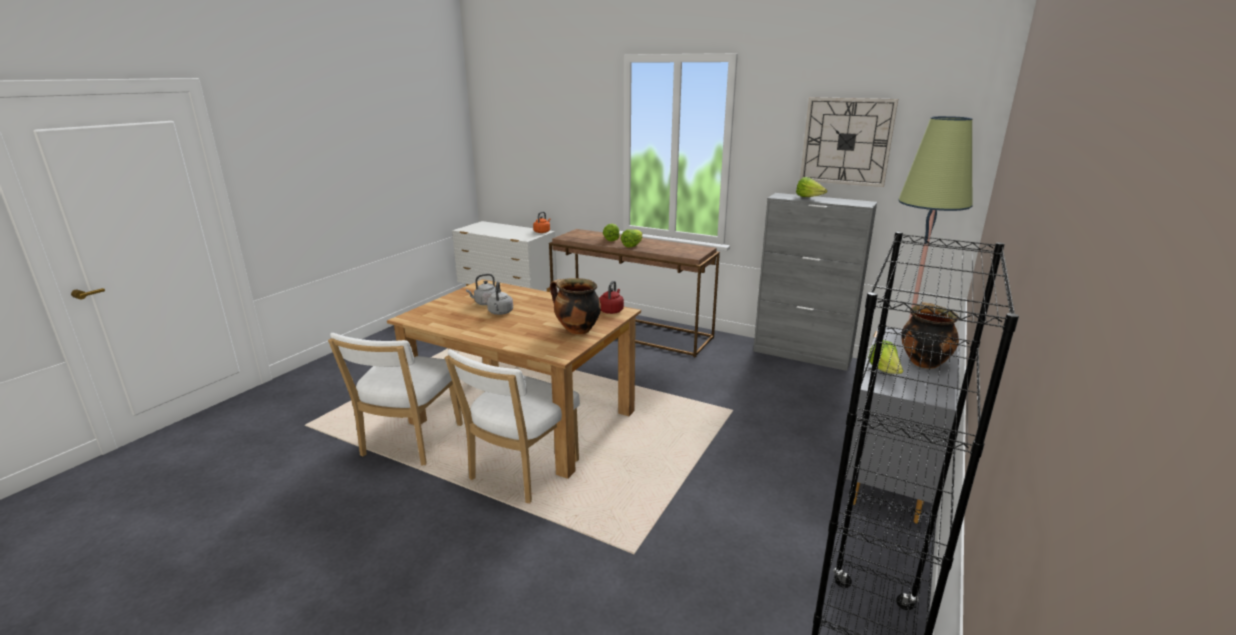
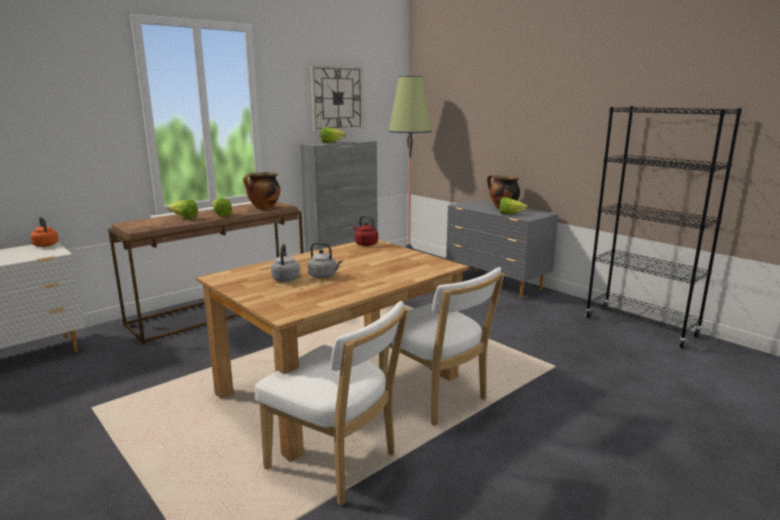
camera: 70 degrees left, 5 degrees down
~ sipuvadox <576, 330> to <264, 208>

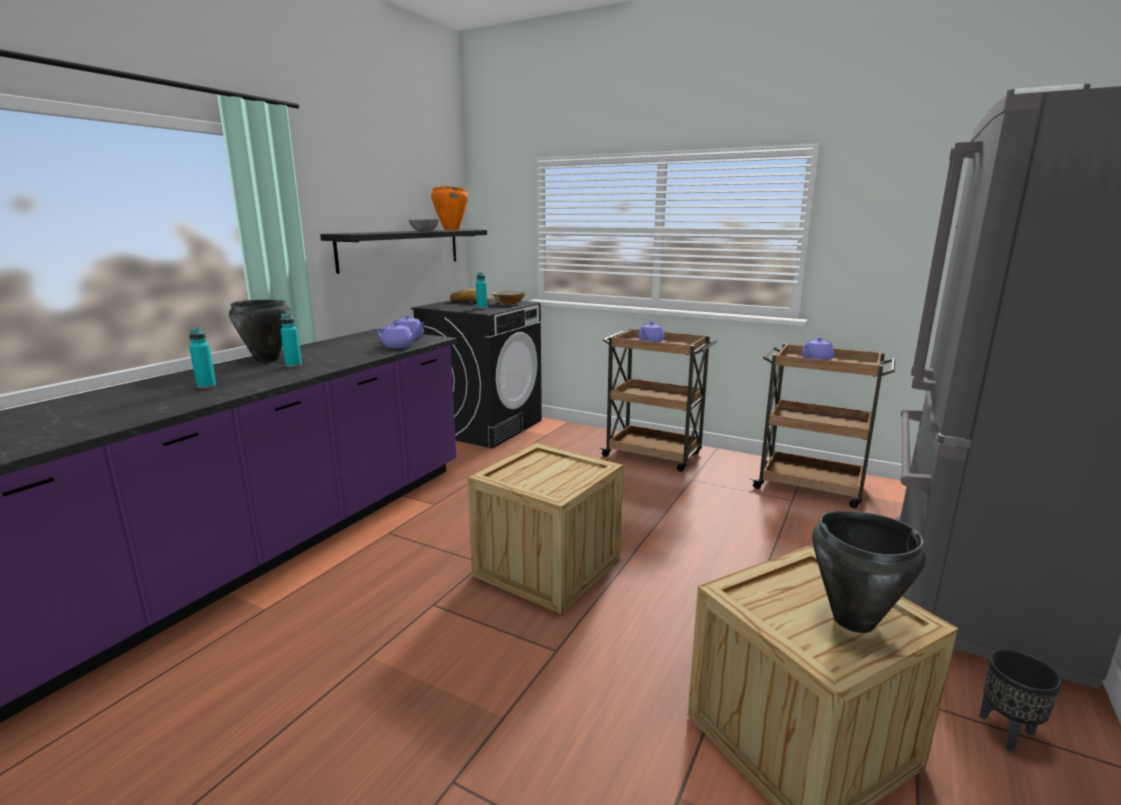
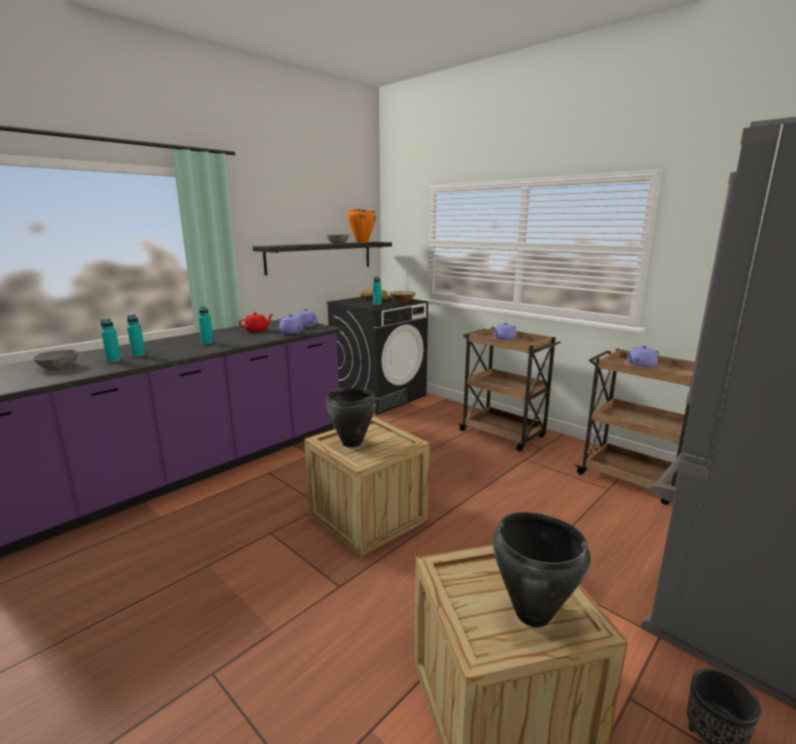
camera: 15 degrees right, 0 degrees up
~ black sipuvadox <267, 360> to <352, 443>
+ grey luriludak <59, 367>
+ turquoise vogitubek <114, 360>
+ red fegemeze <257, 330>

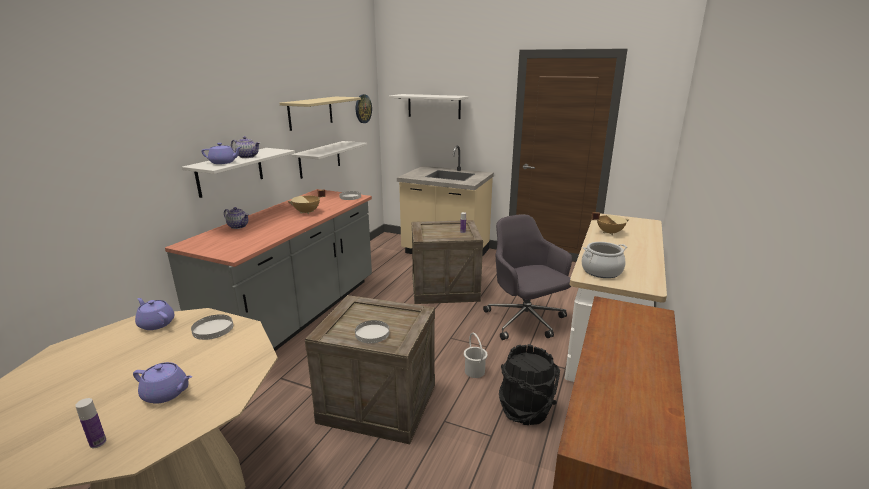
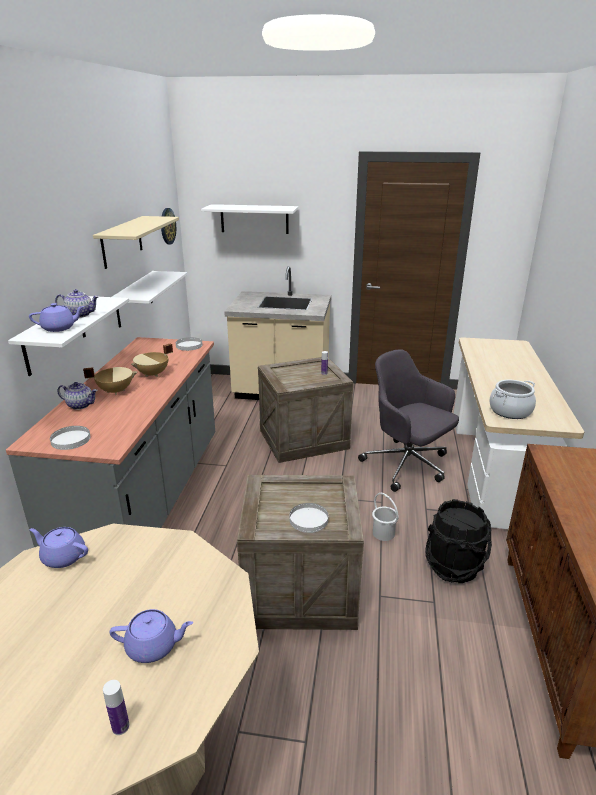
camera: 15 degrees left, 5 degrees up
~ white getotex <212, 329> to <70, 440>
~ beige sipuvadox <609, 232> to <115, 391>

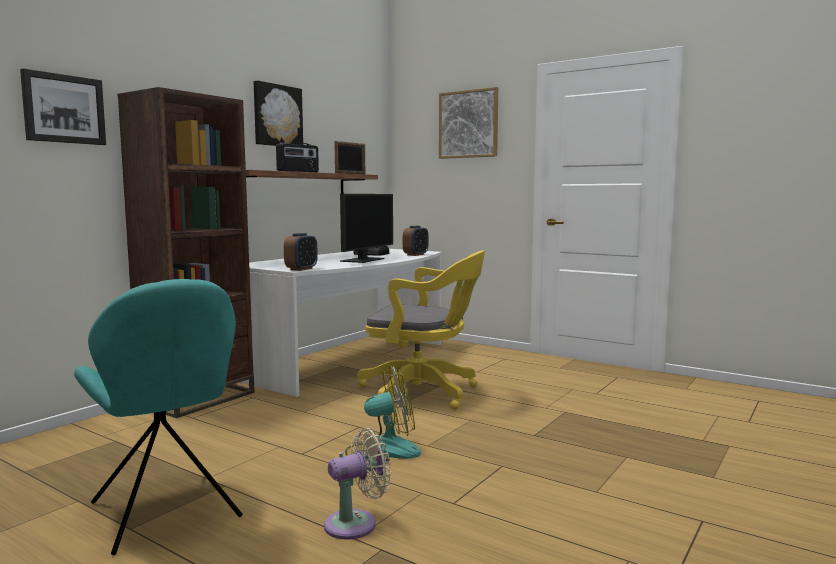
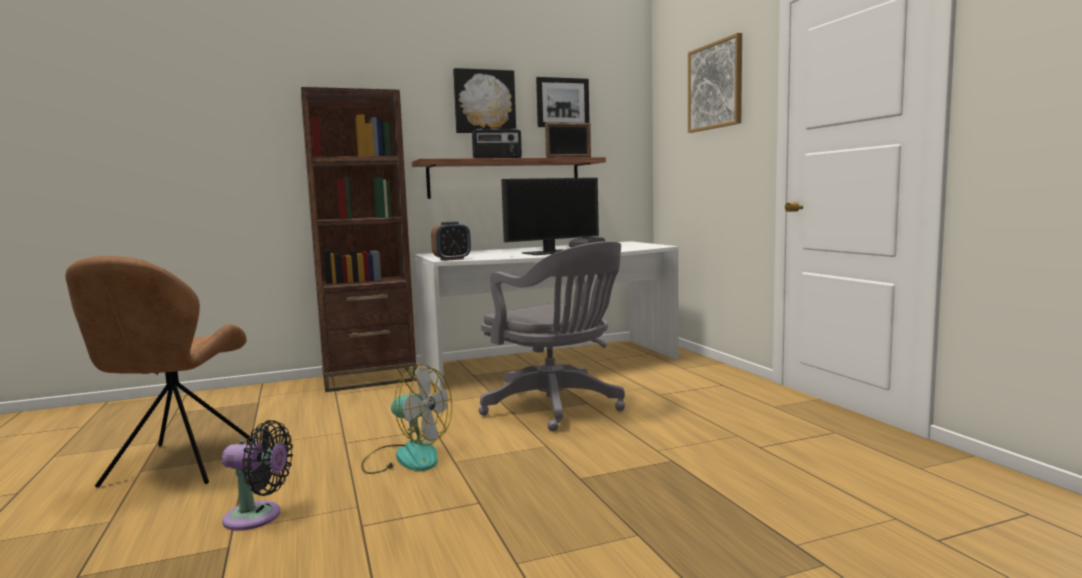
camera: 35 degrees right, 0 degrees up
~ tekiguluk <64, 109> to <562, 103>
~ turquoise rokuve <166, 512> to brown rokuve <178, 466>
~ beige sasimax <356, 523> to black sasimax <258, 517>
~ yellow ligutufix <424, 393> to grey ligutufix <557, 408>
- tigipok <415, 255>

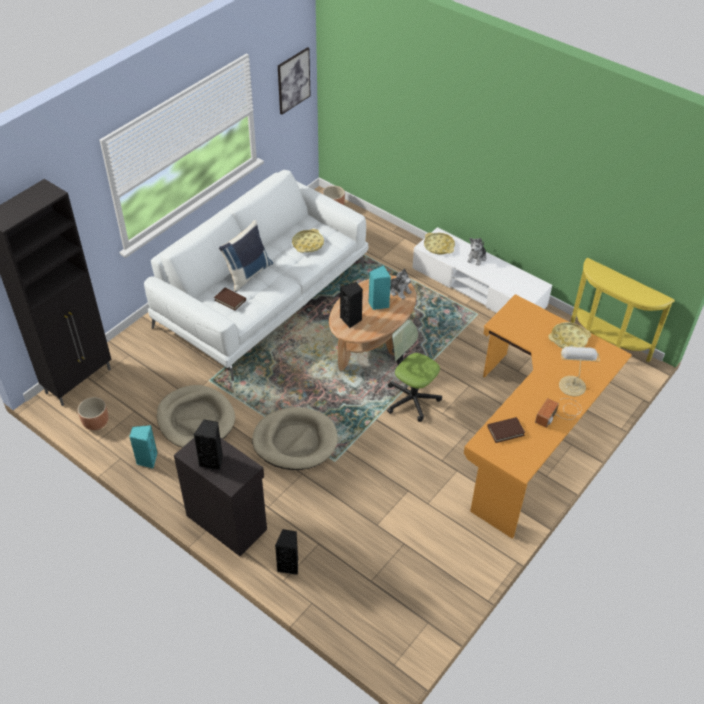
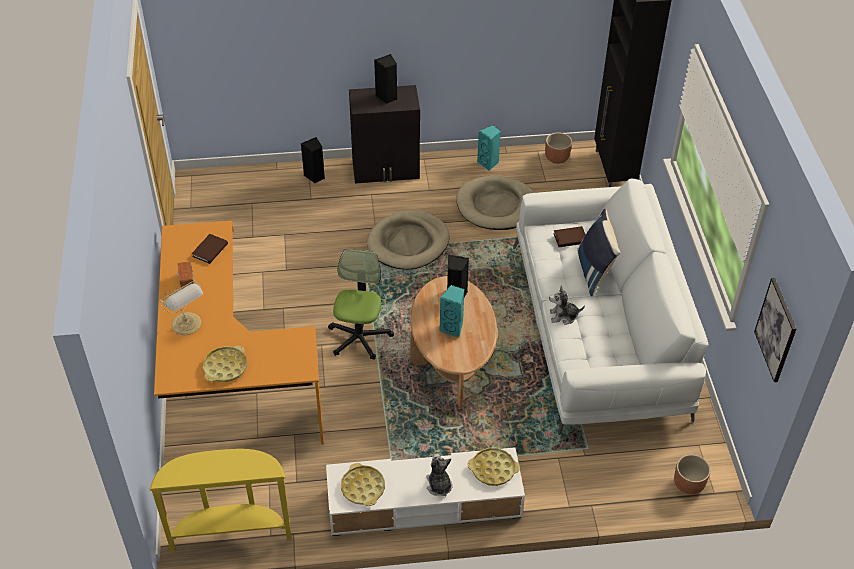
camera: 135 degrees right, 0 degrees up
~ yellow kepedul <308, 244> to <363, 487>
~ ligutufix <412, 399> = <359, 337> 75 degrees counterclockwise
~ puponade <399, 291> to <563, 316>

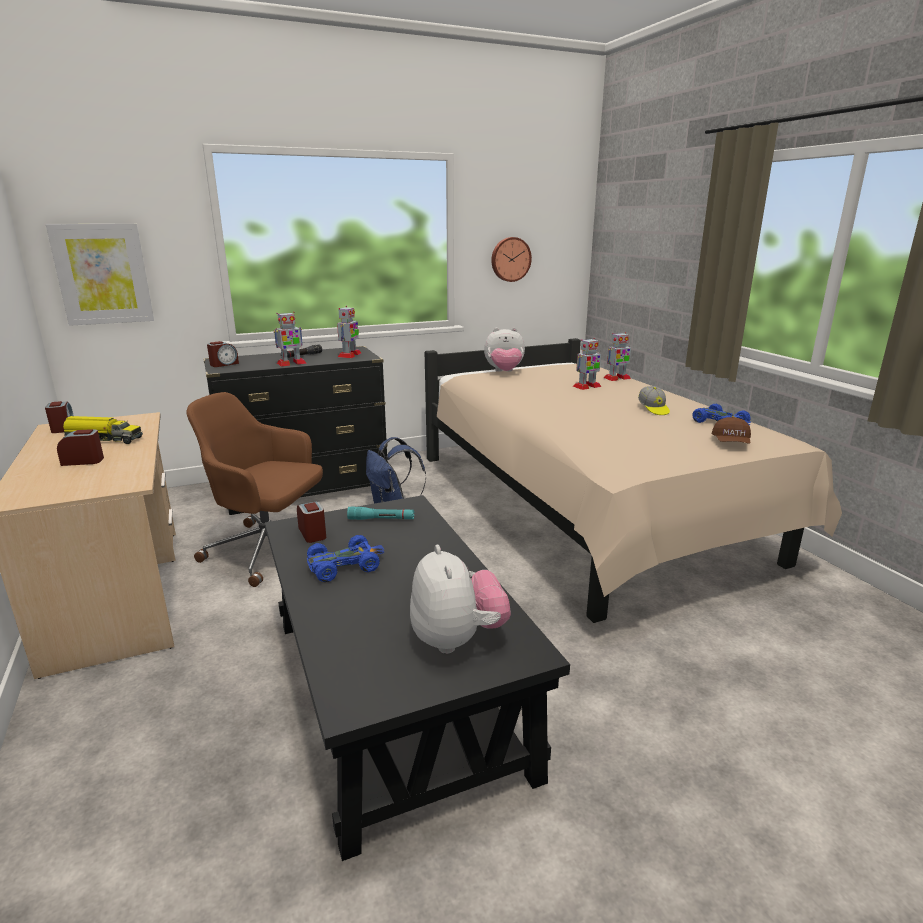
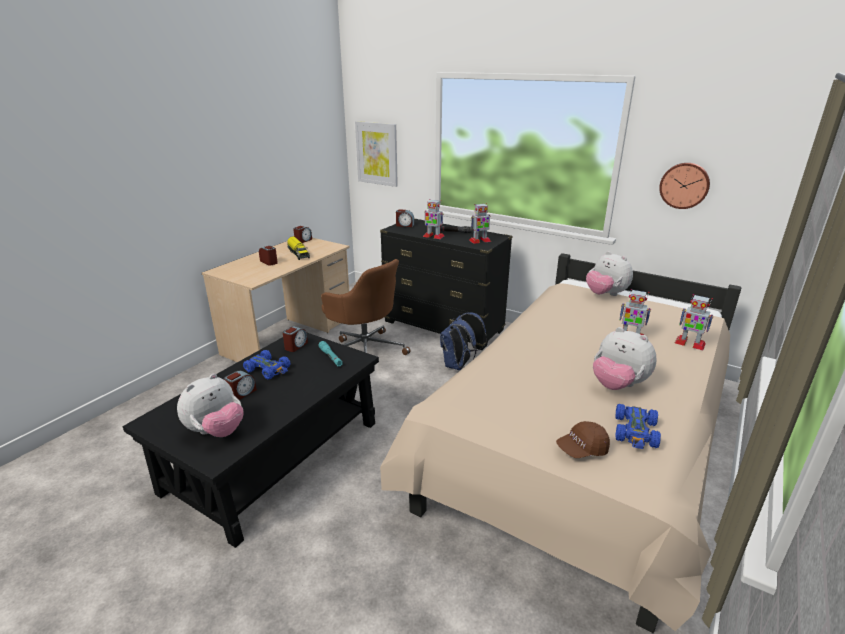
camera: 55 degrees right, 5 degrees up
~ brown ligutufix <269, 550> = <365, 351> 150 degrees clockwise
~ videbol <653, 409> to puponade <618, 385>
+ tigipok <241, 393>

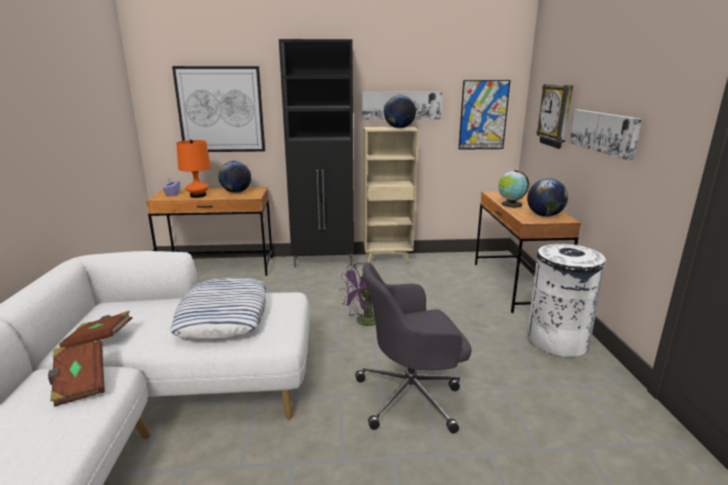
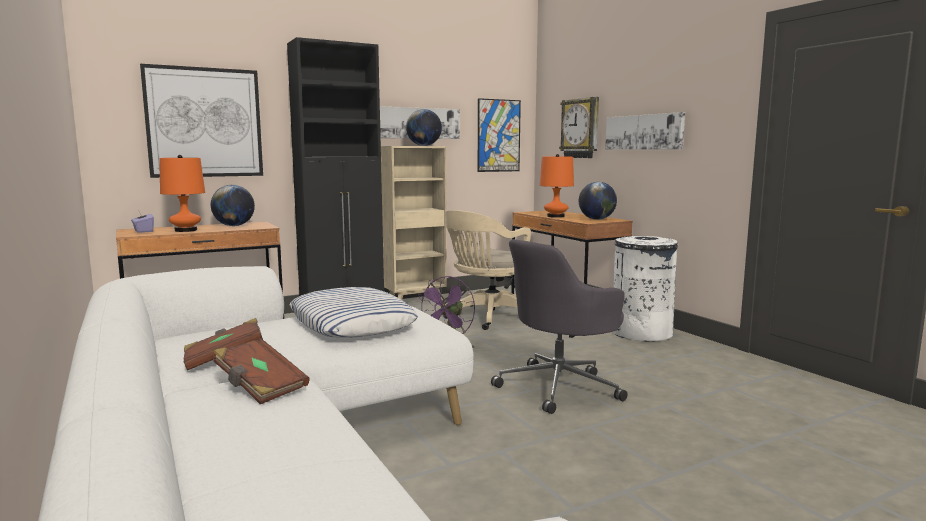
camera: 25 degrees left, 10 degrees down
~ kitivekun <510, 205> to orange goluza <555, 216>
+ beige ligutufix <488, 318>

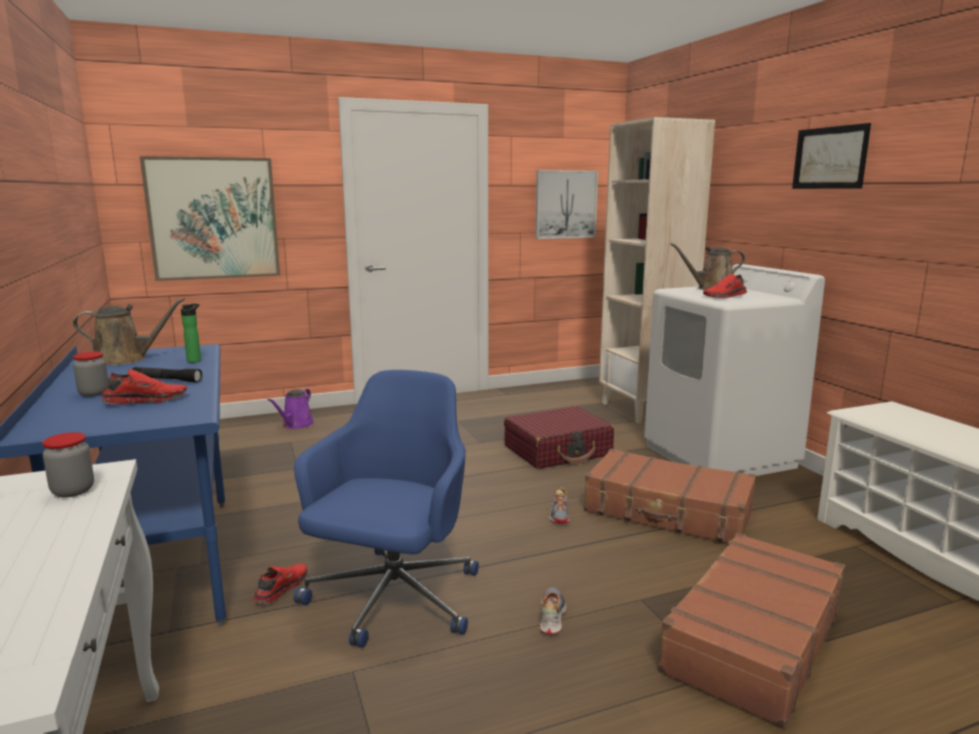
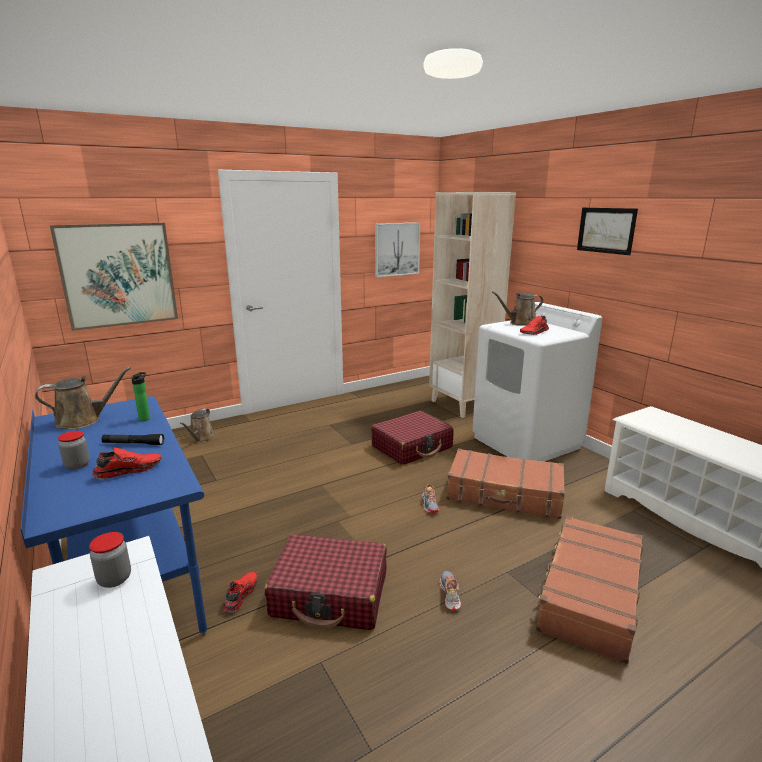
camera: 10 degrees left, 5 degrees up
~ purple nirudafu <296, 425> to brown nirudafu <201, 438>
~ blue ligutufix <392, 600> to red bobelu <330, 594>

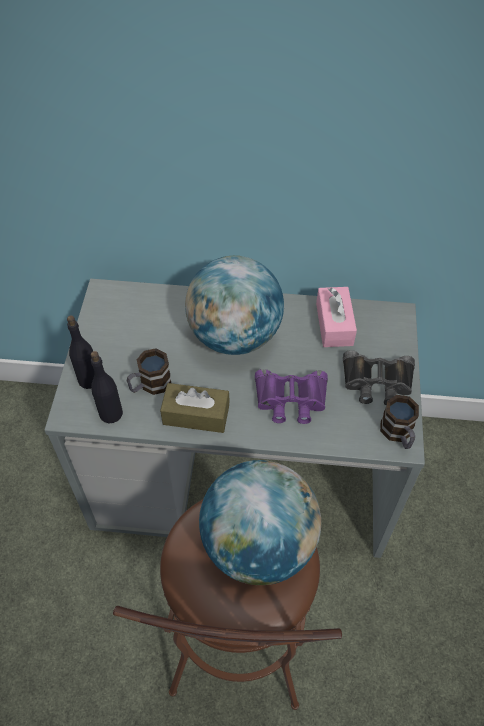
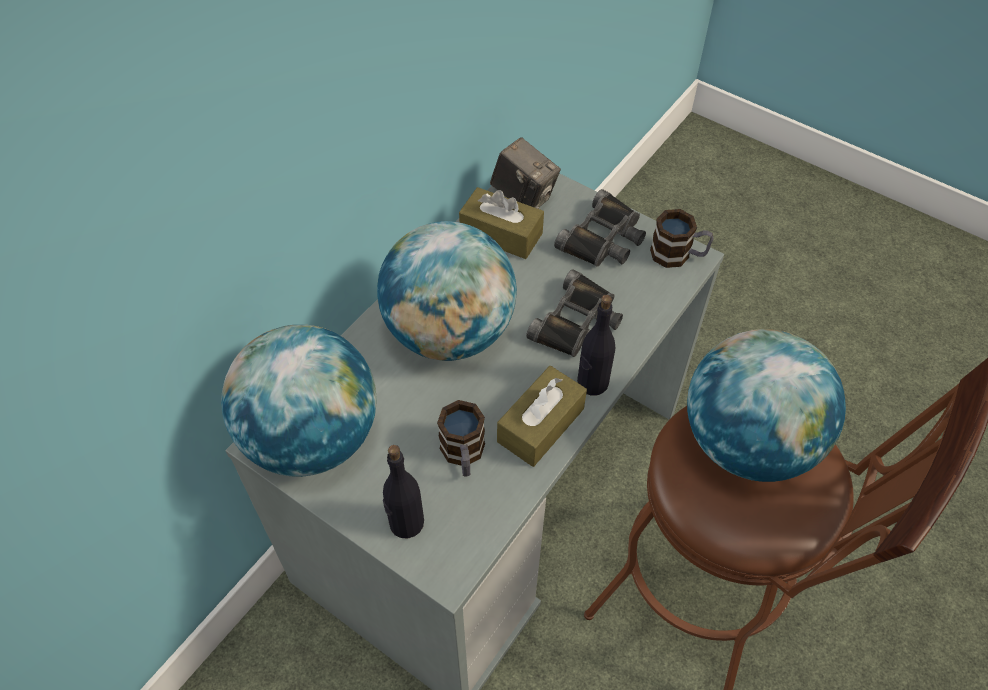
camera: 60 degrees left, 0 degrees up
~ black vogitubek <110, 413> to <592, 383>
~ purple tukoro <290, 400> to black tukoro <578, 323>
~ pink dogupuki <334, 324> to brown dogupuki <501, 234>
+ kitivekun <312, 437>
+ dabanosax <523, 197>

